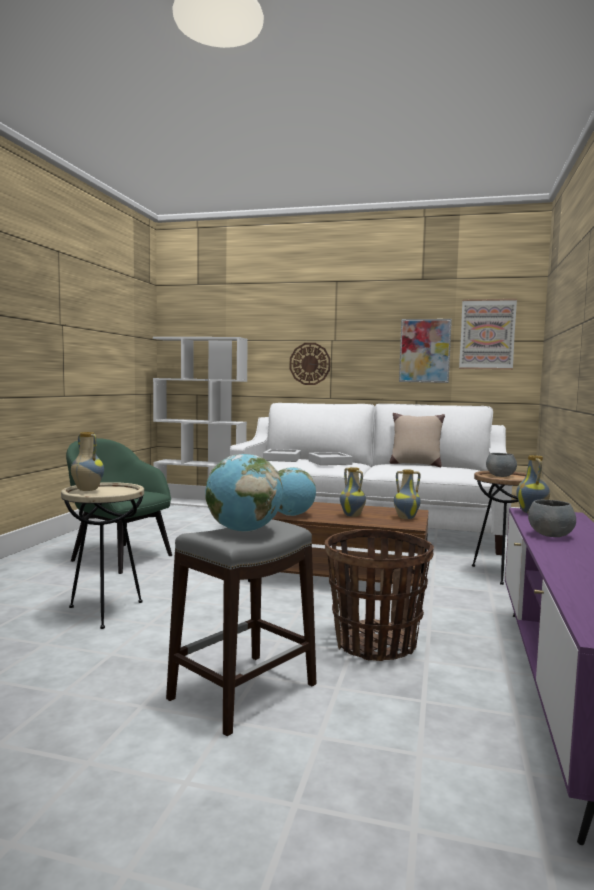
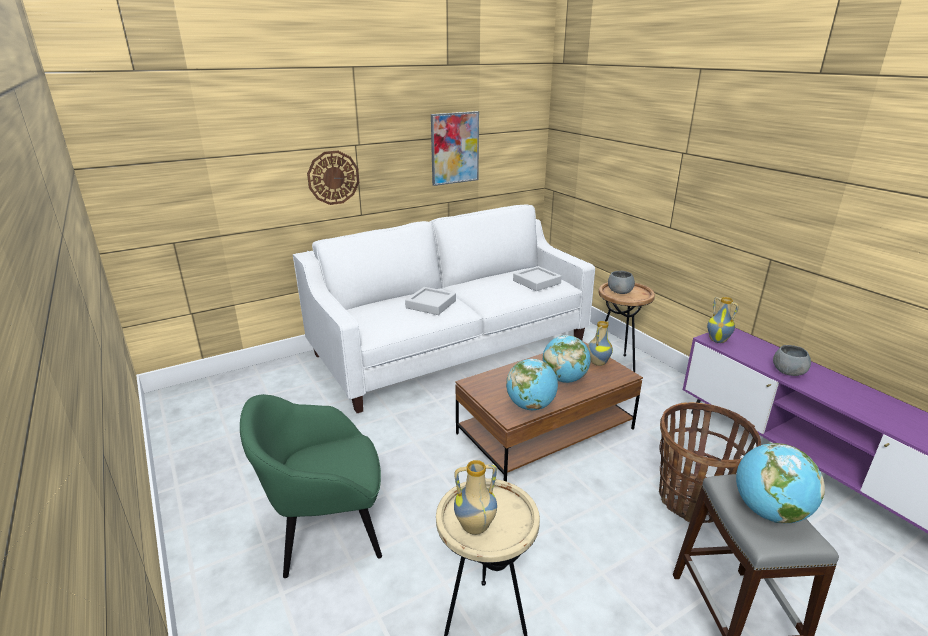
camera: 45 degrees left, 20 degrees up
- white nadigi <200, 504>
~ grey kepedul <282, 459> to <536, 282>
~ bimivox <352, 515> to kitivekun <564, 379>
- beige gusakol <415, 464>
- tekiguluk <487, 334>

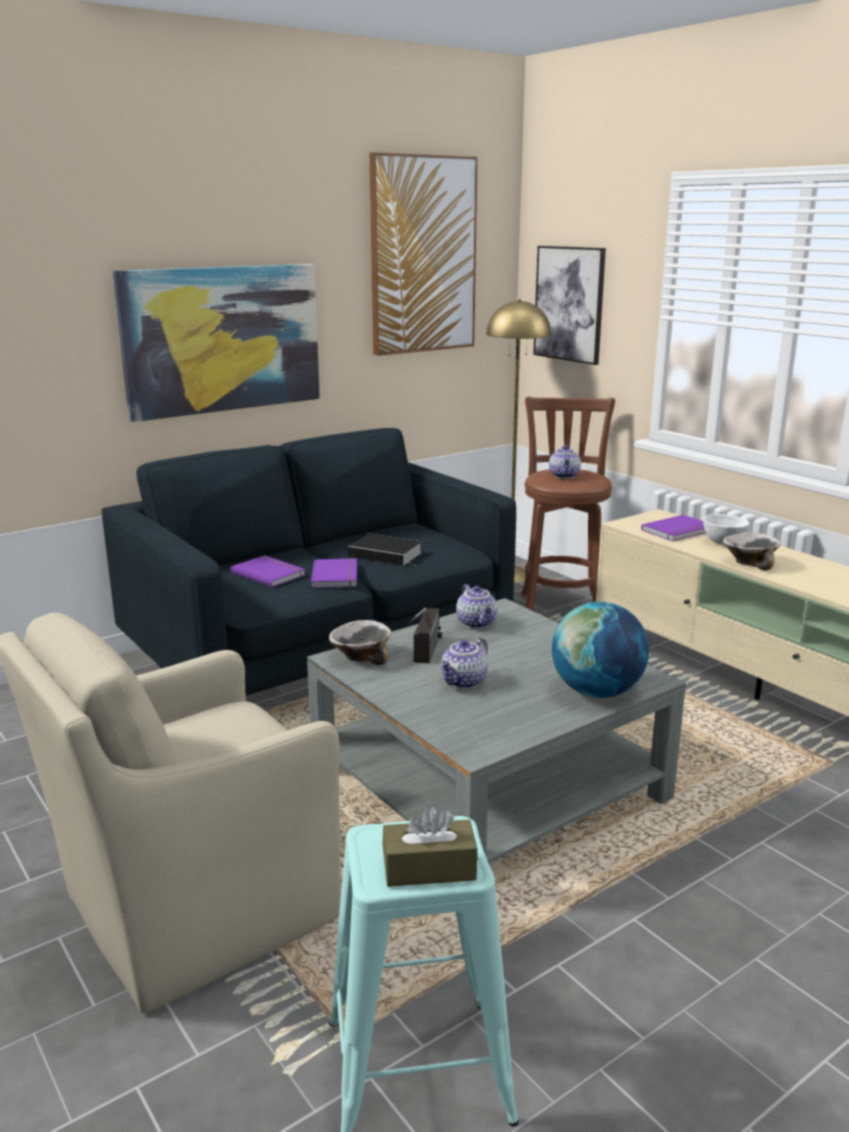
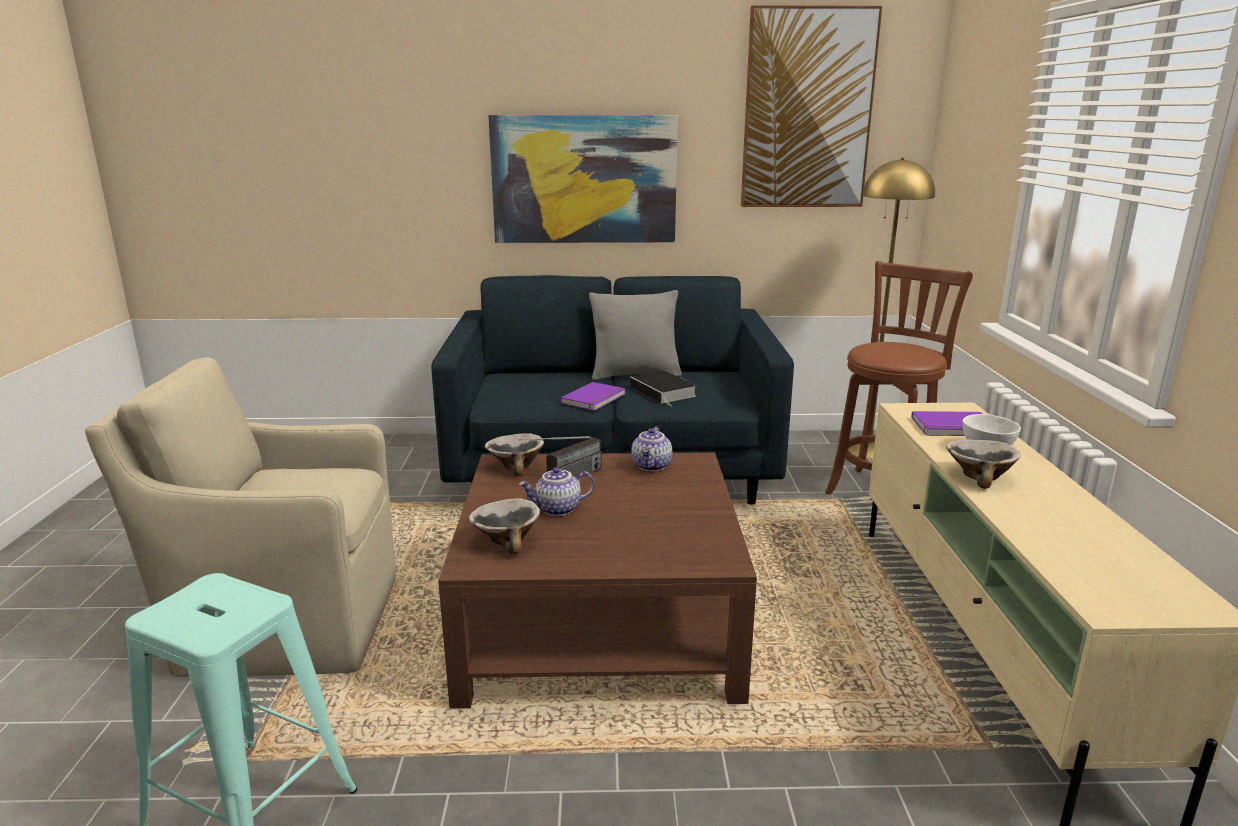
camera: 35 degrees right, 0 degrees up
- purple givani <269, 573>
~ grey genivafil <488, 784> to brown genivafil <599, 620>
- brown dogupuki <429, 868>
- tekiguluk <569, 304>
- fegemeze <565, 476>
- kitivekun <596, 692>
+ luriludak <506, 540>
+ grey gusakol <635, 374>

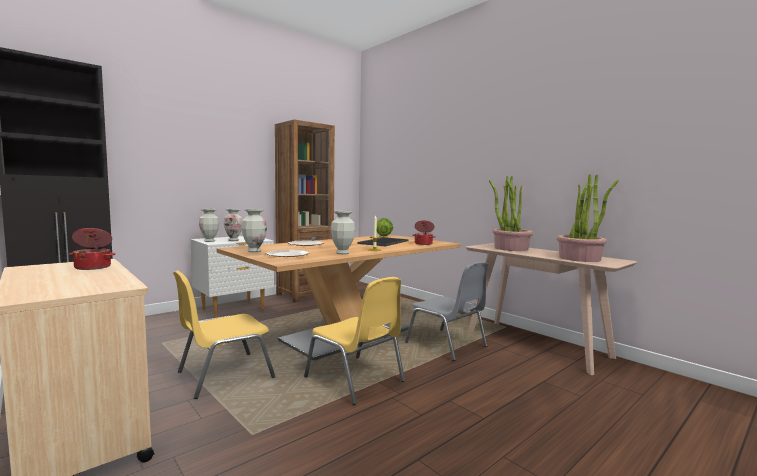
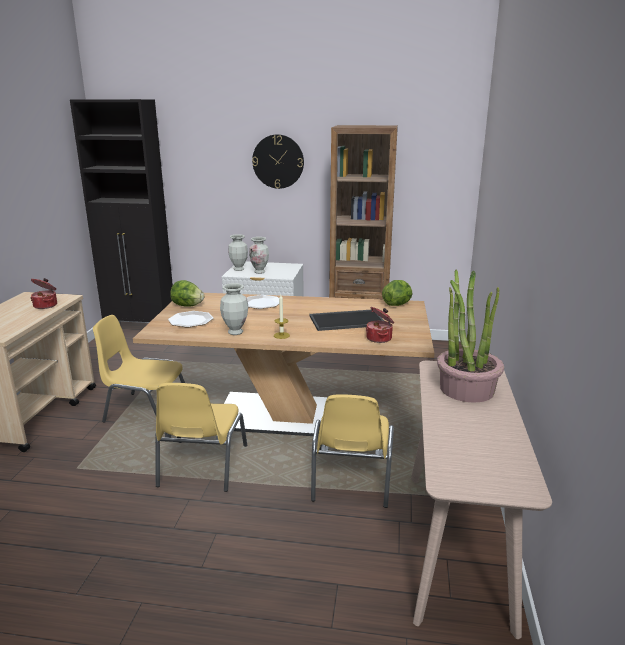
camera: 50 degrees right, 15 degrees up
~ bimivox <254, 251> to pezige <187, 306>
~ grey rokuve <447, 345> to yellow rokuve <351, 479>
- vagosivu <580, 258>
+ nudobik <278, 161>

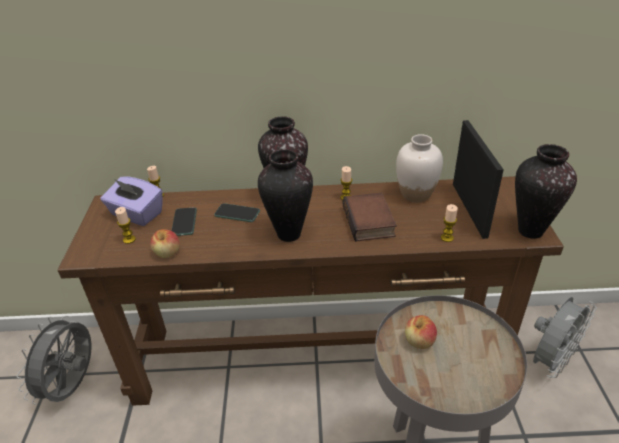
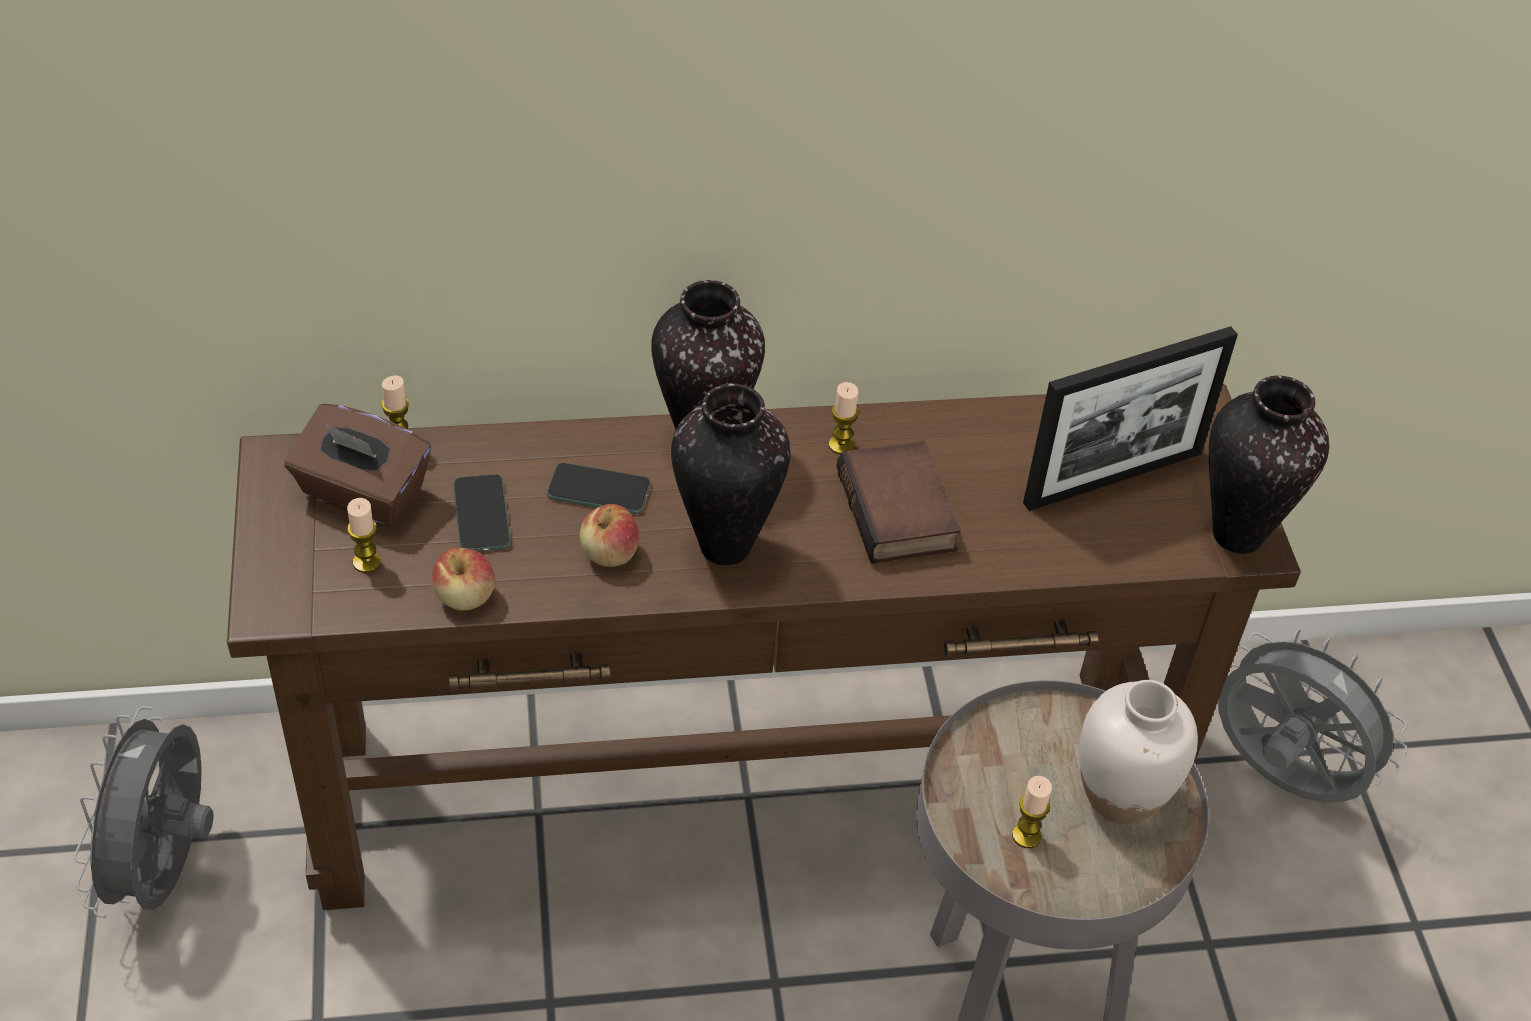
camera: 10 degrees left, 10 degrees up
~ purple dogupuki <136, 214> to brown dogupuki <362, 493>
~ white bimivox <415, 195> to <1120, 795>
~ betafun <419, 341> to <609, 553>
~ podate <447, 238> to <1026, 836>
~ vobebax <469, 209> = <1113, 478> 75 degrees clockwise
~ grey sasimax <550, 361> = <1279, 778> 90 degrees counterclockwise

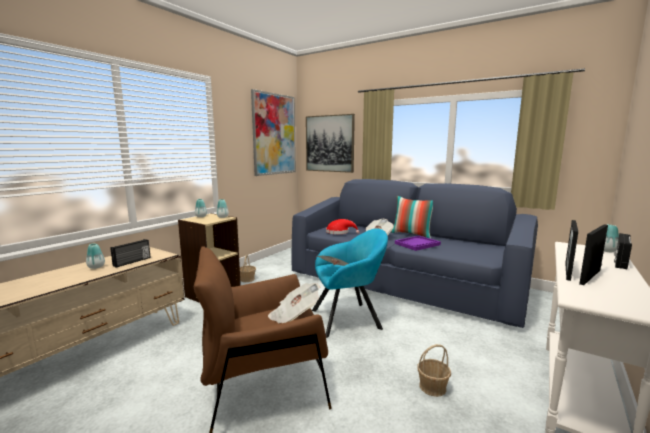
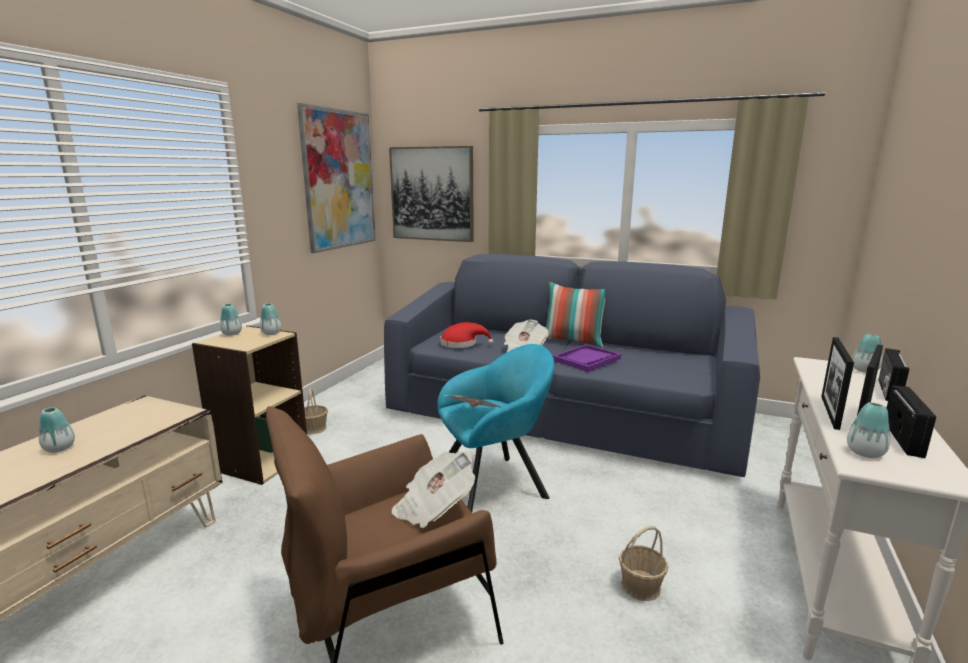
camera: 10 degrees left, 5 degrees up
~ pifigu <132, 262> to <905, 439>
+ bimivox <865, 453>

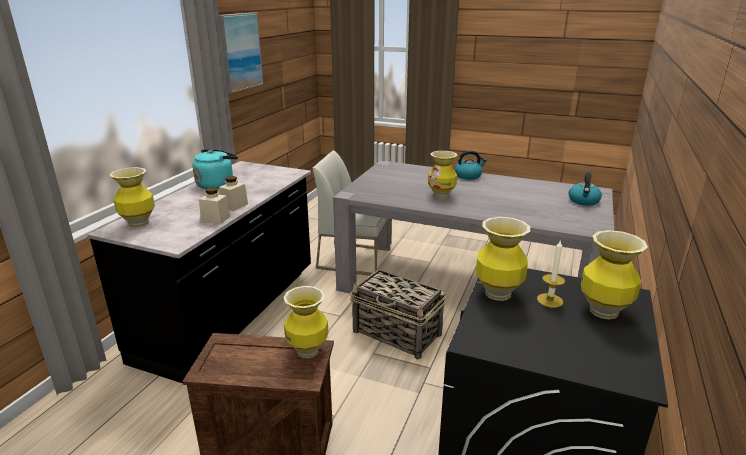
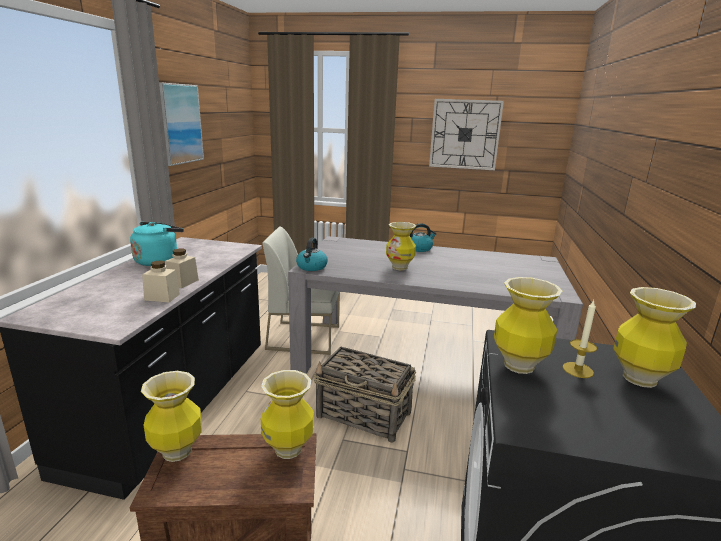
camera: 10 degrees left, 5 degrees down
~ bimivox <138, 223> to <177, 452>
~ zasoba <583, 201> to <311, 267>
+ nudobik <465, 134>

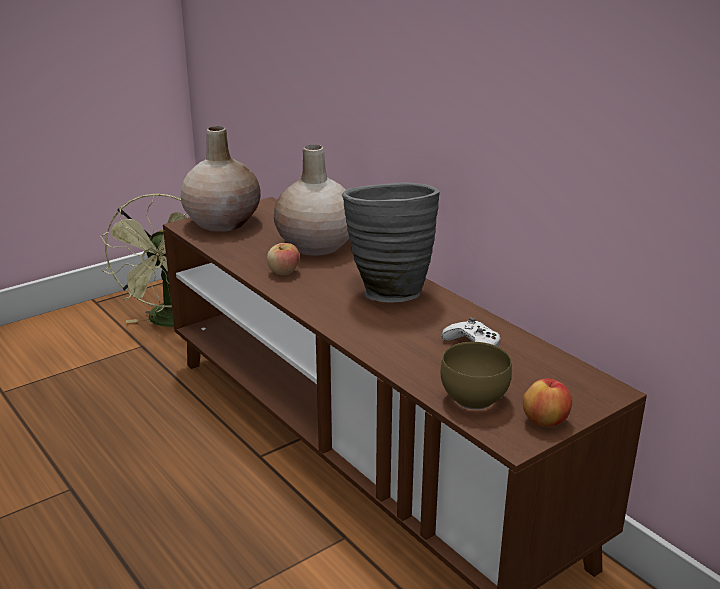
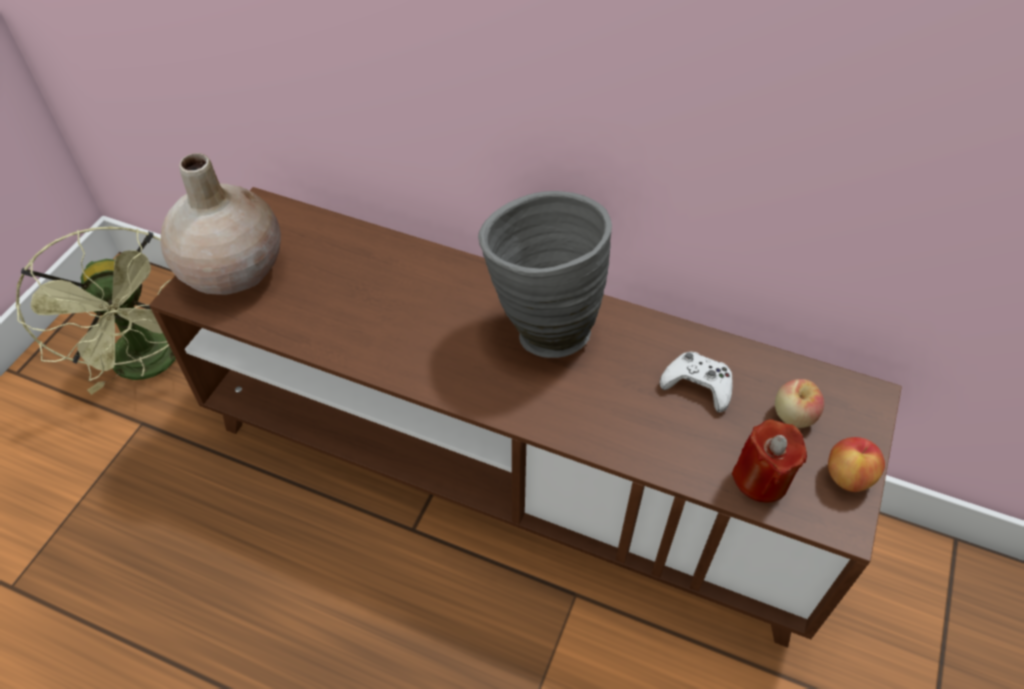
camera: 30 degrees left, 25 degrees up
~ betafun <283, 272> to <793, 415>
- beige bimivox <316, 246>
~ brown luriludak <472, 400> to red podate <761, 478>

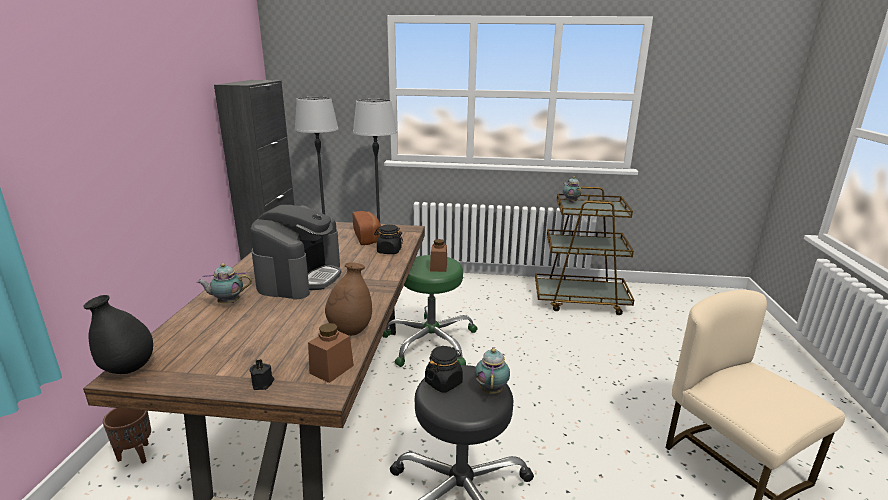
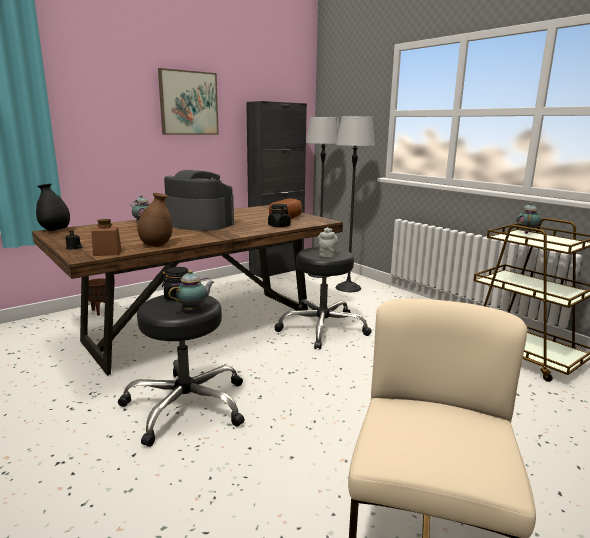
camera: 45 degrees right, 5 degrees down
~ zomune <300, 277> = <199, 224> 120 degrees counterclockwise
~ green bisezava <430, 342> to black bisezava <322, 328>
~ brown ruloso <438, 267> to grey fegemeze <327, 255>
+ tekiguluk <188, 103>

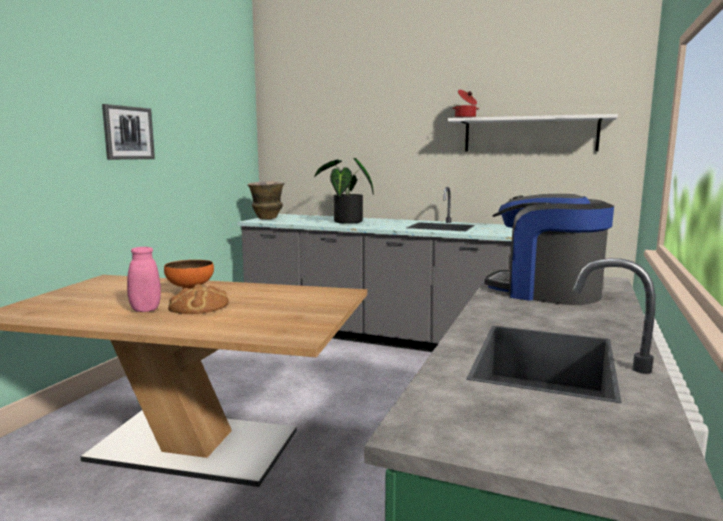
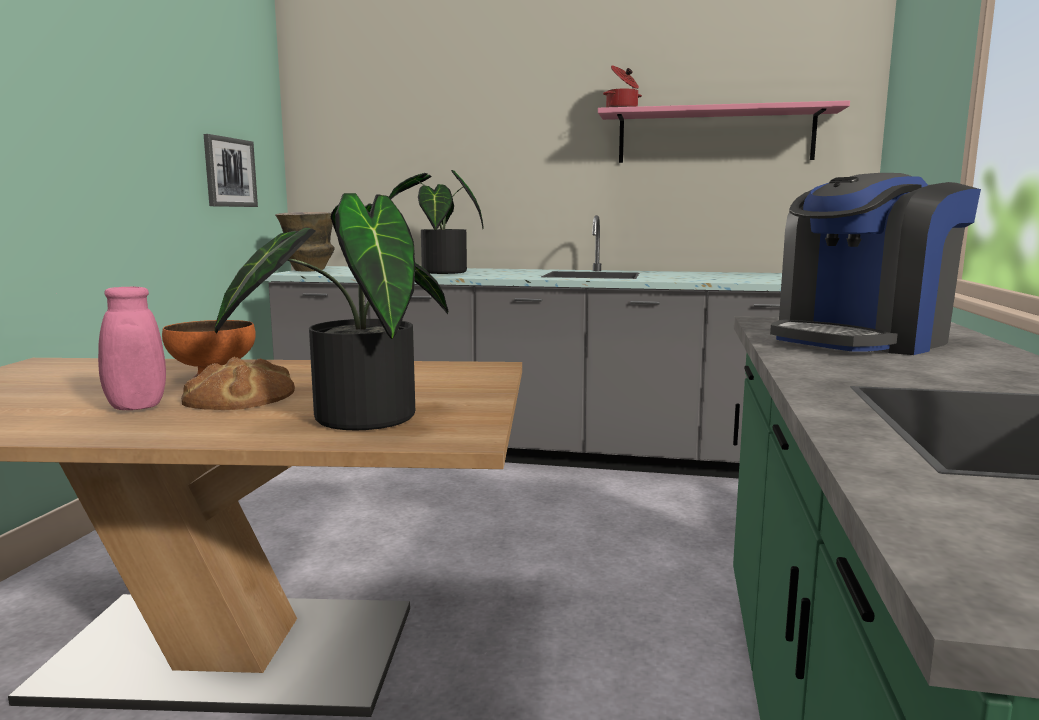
camera: 10 degrees left, 0 degrees up
~ tekiguluk <128, 133> to <229, 172>
~ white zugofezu <530, 134> to pink zugofezu <715, 136>
~ zomune <545, 291> = <861, 340> 60 degrees counterclockwise
+ vagosivu <353, 417>

